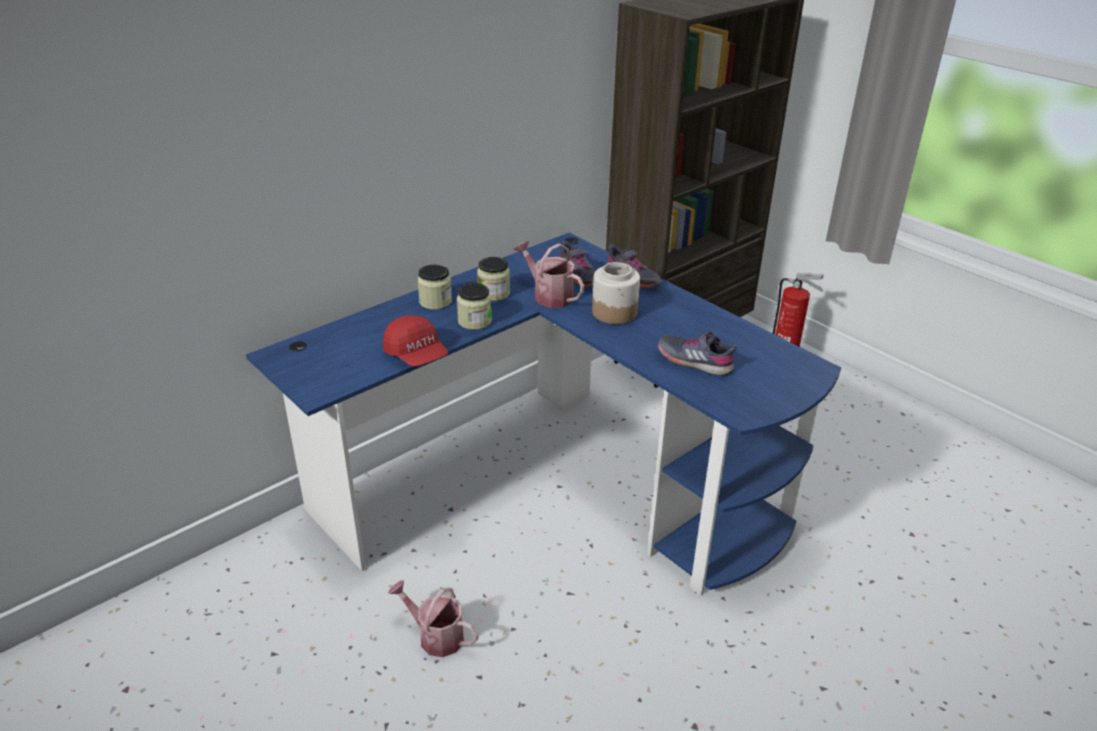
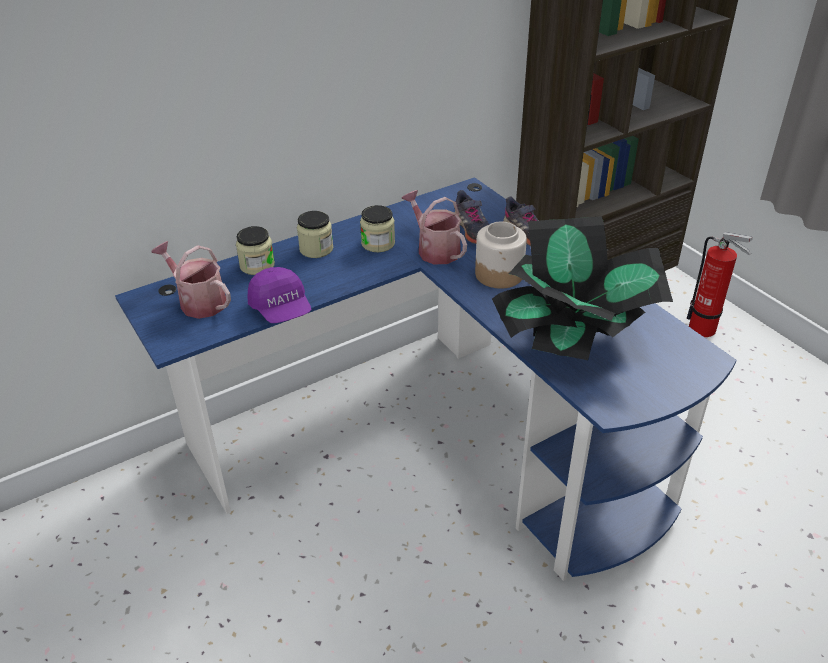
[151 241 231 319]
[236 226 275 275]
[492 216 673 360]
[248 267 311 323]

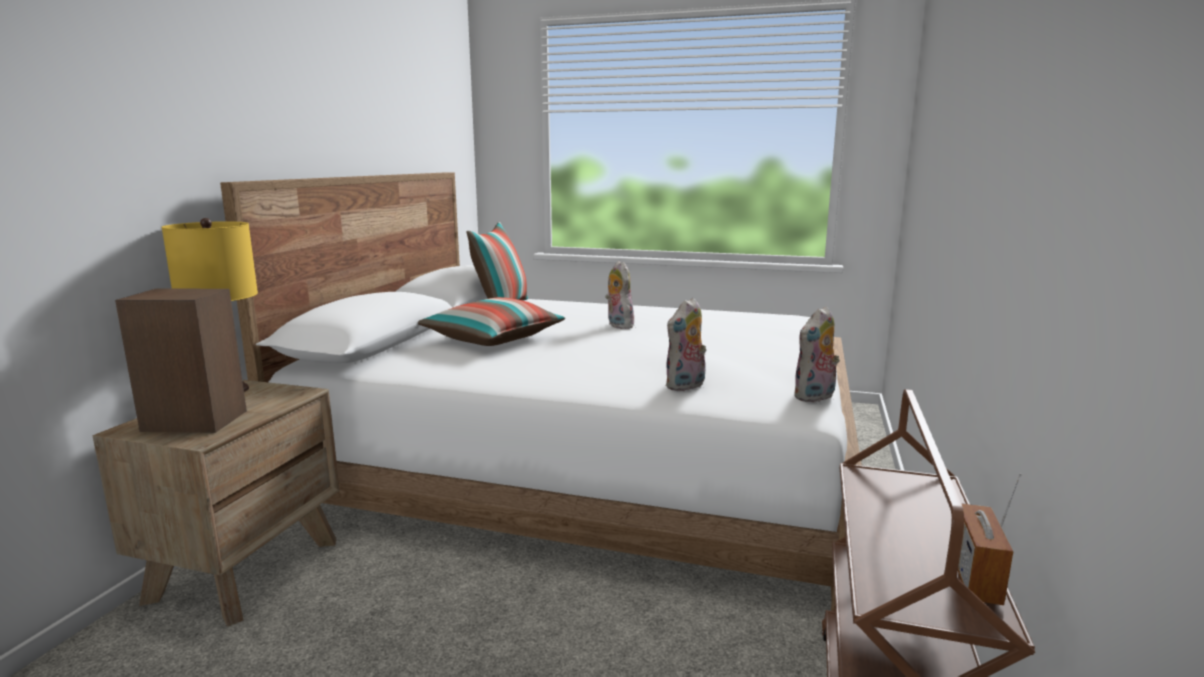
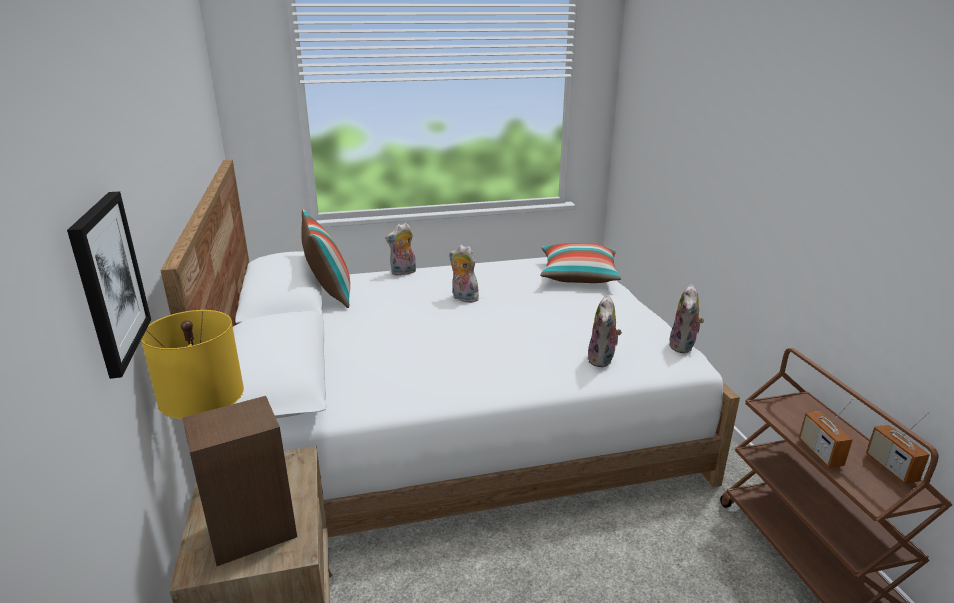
[67 191 151 379]
[385 223 416 276]
[799 398 854 468]
[540 243 621 283]

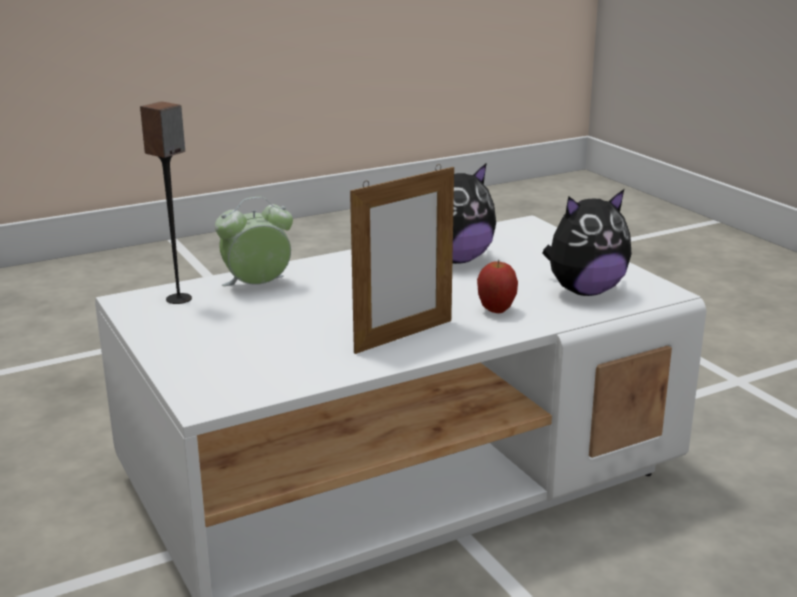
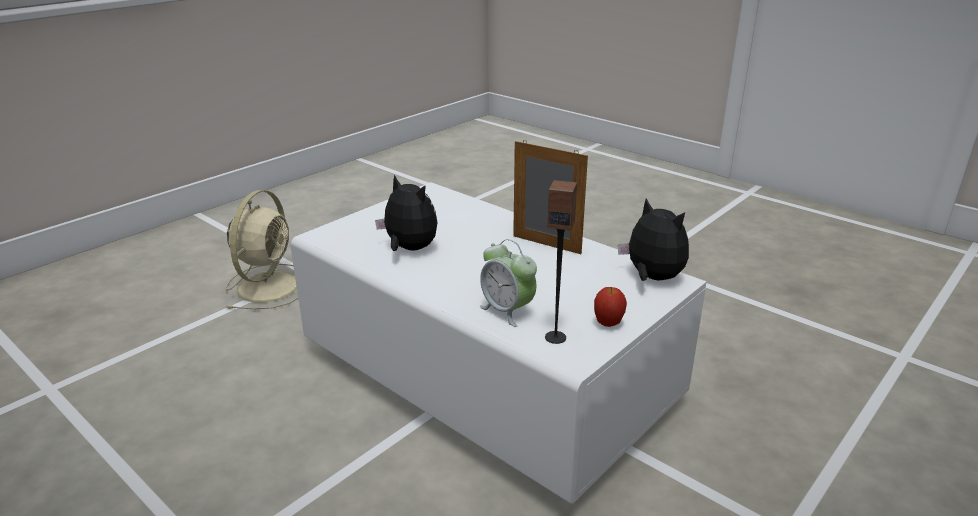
[225 190 298 309]
[594 287 627 327]
[618 198 689 281]

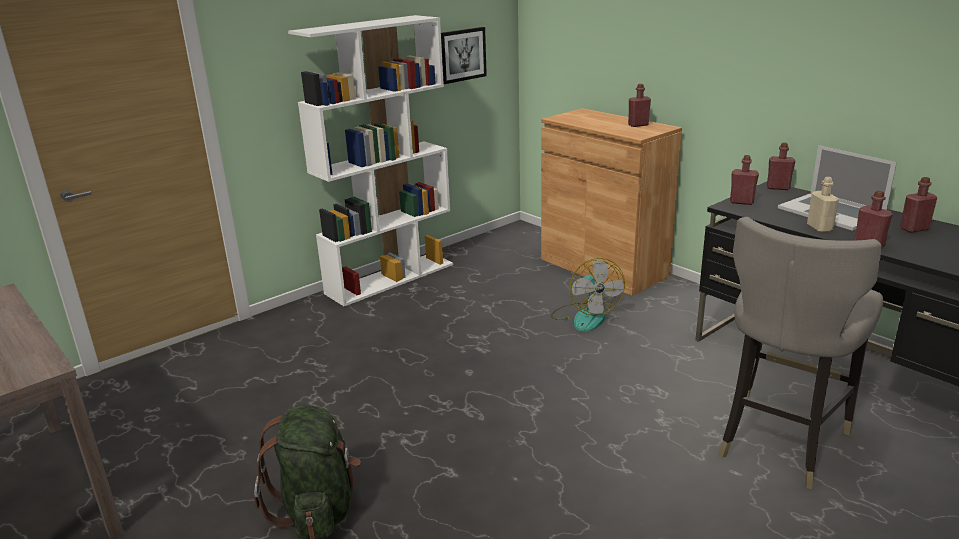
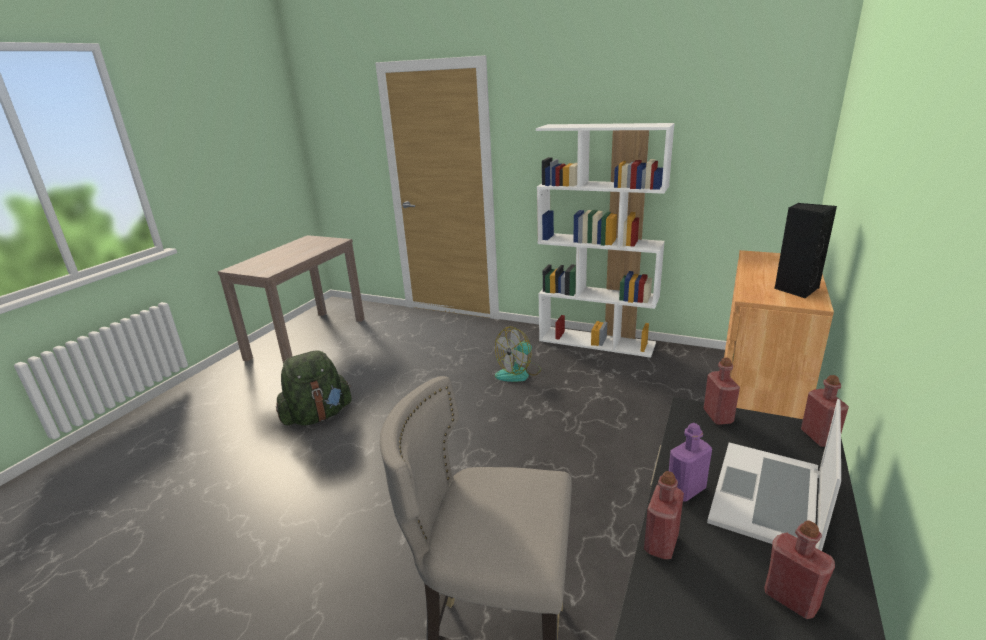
[441 27 487 84] (first image)
[495 327 541 382]
[774 203 837 299]
[669 423 712 502]

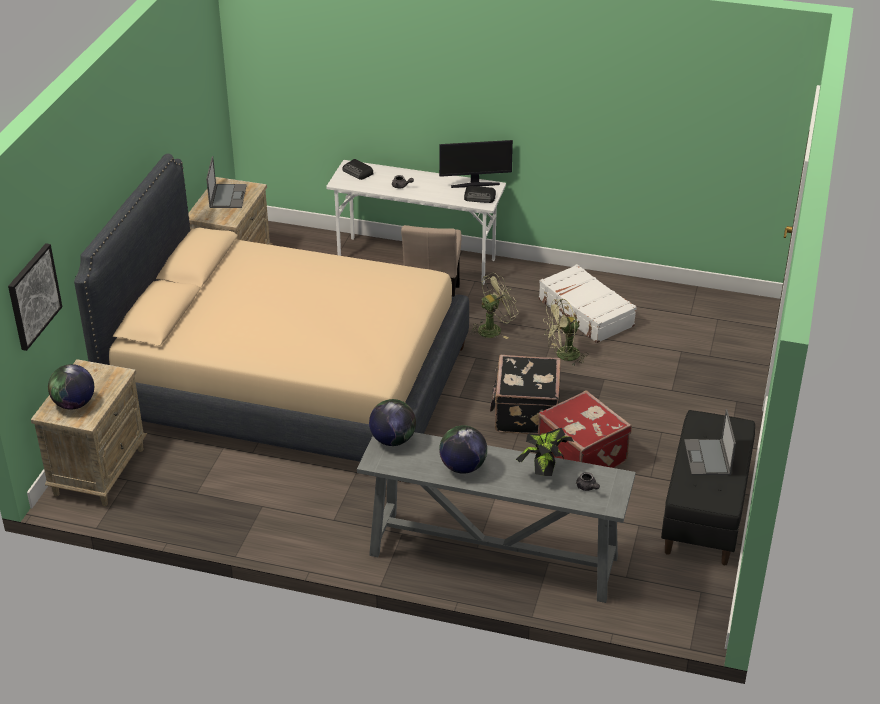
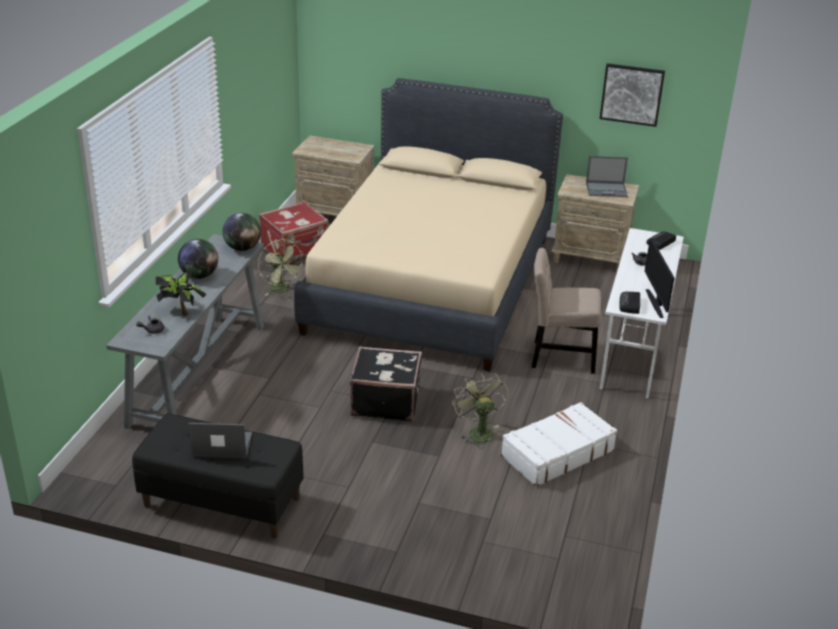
[48 364 94 410] (first image)
[599 63 665 127]
[258 240 304 296]
[259 201 329 264]

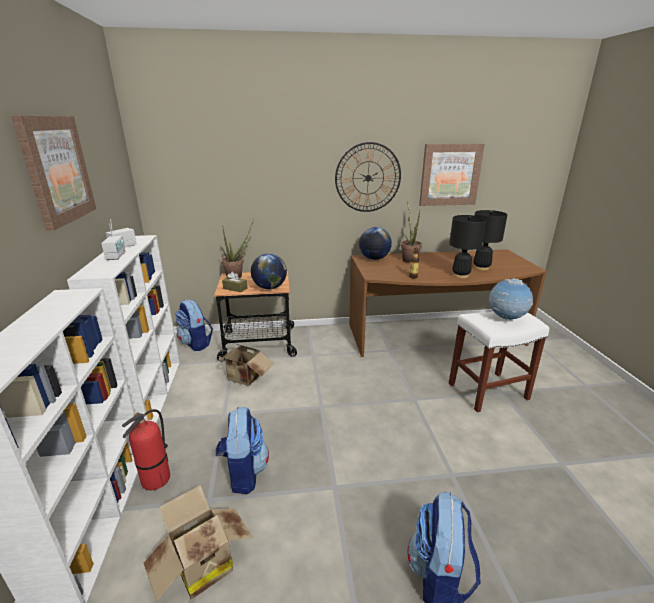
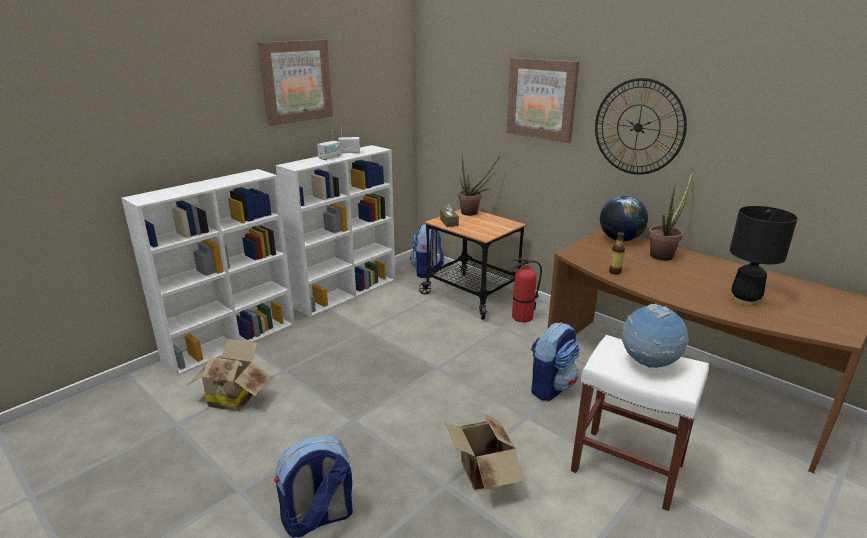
[251 253 287 289] (first image)
[449 215 486 278] (first image)
[511 258 542 322]
[531 322 580 401]
[444 413 524 490]
[506 58 579 143]

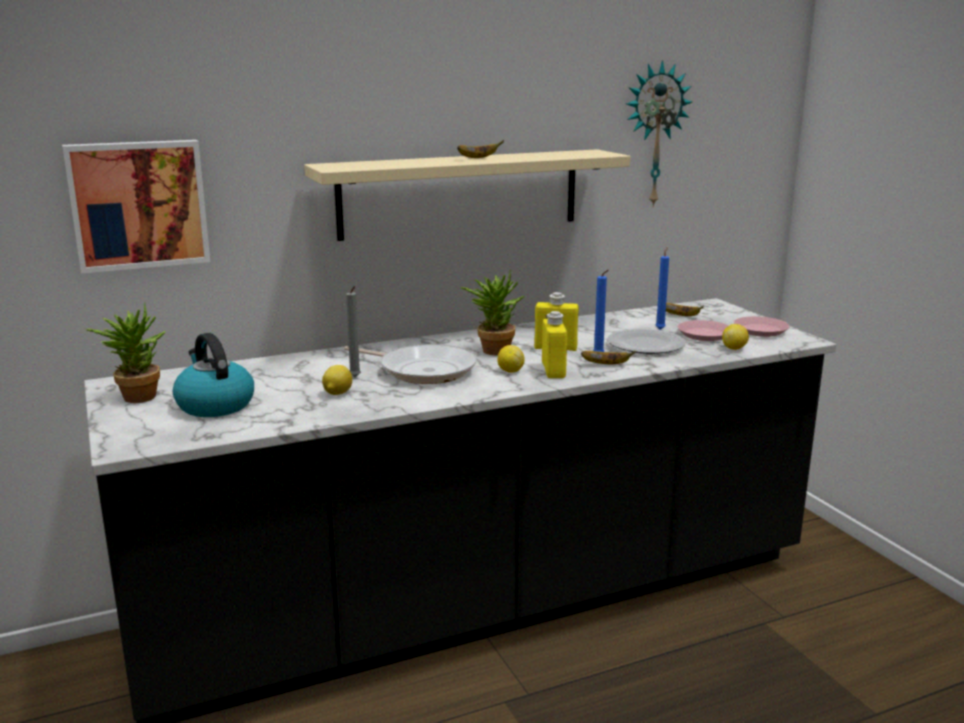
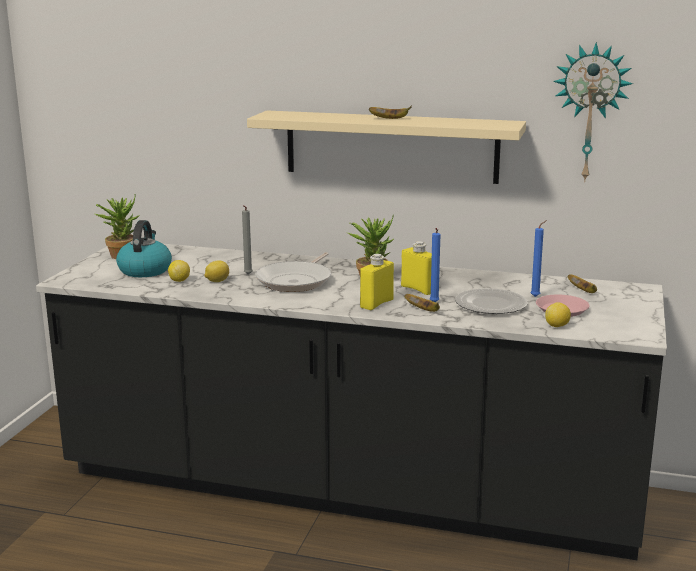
[62 140 210 274] (first image)
[734 316 789 337] (first image)
[168 260 190 282]
[255 252 331 292]

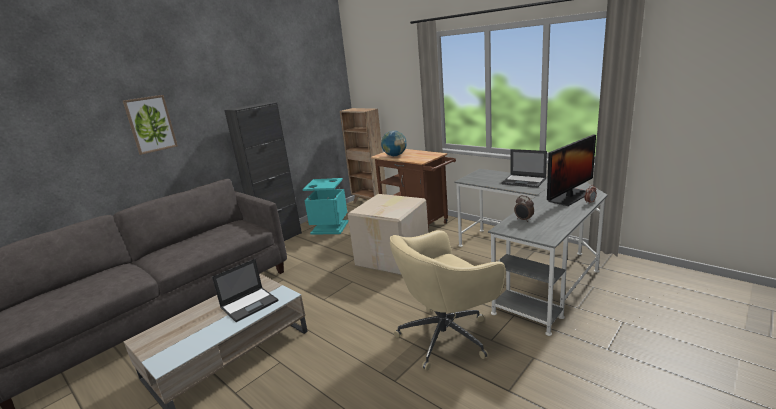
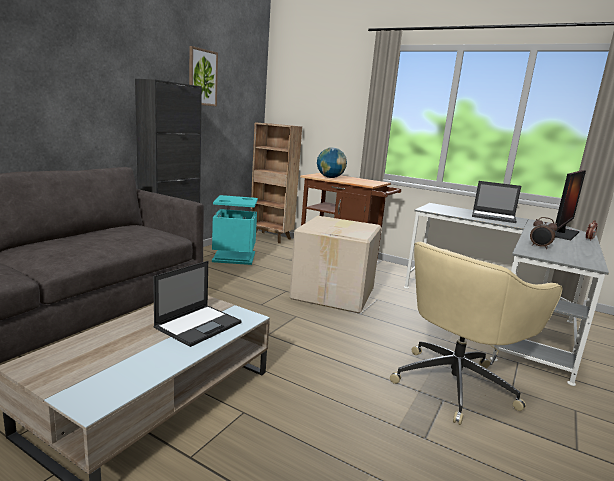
[189 46 218 106]

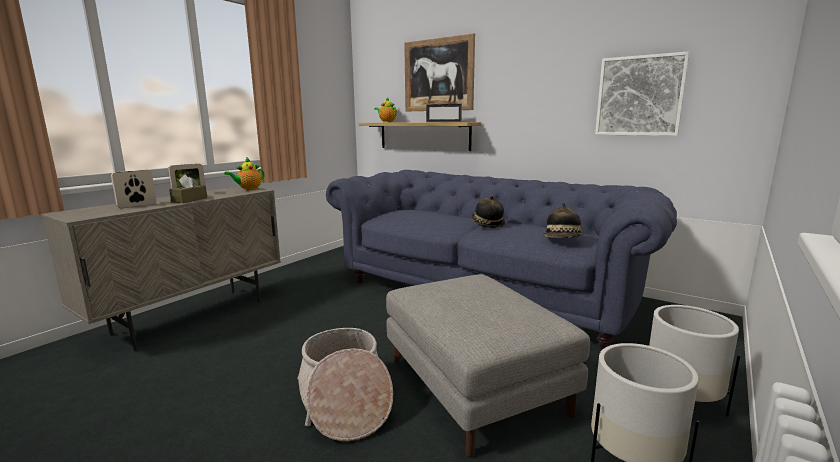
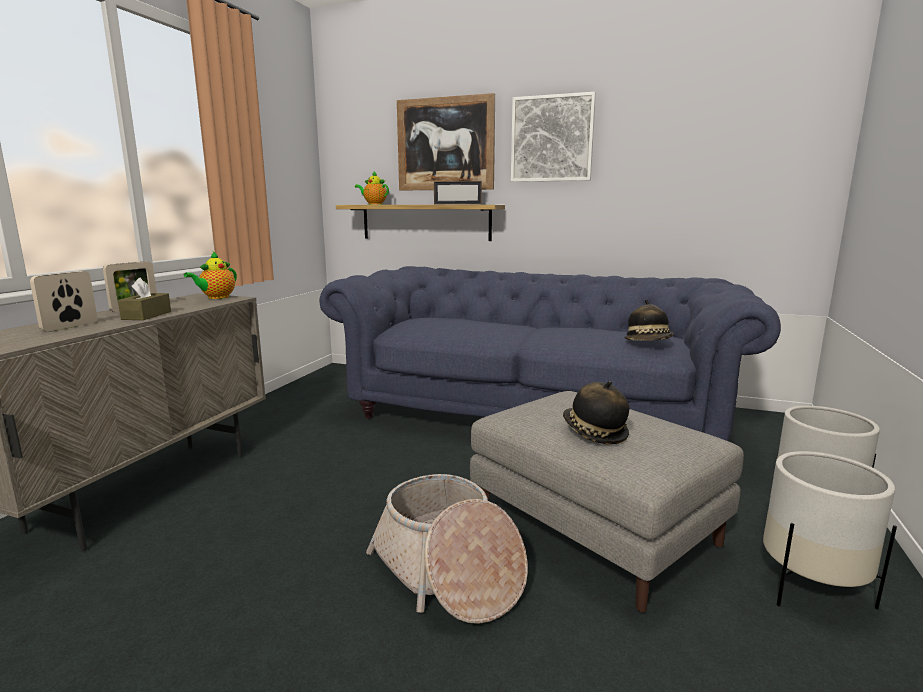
[563 381 629 444]
[511 92 596 182]

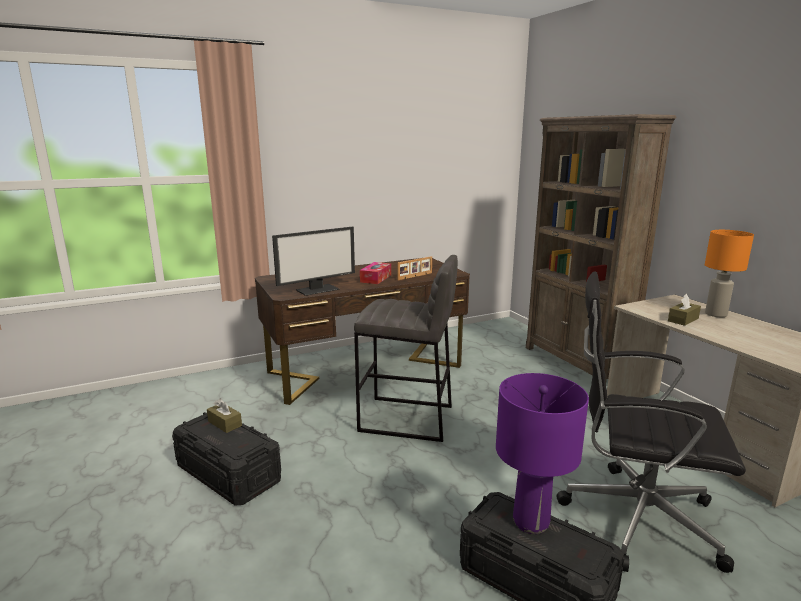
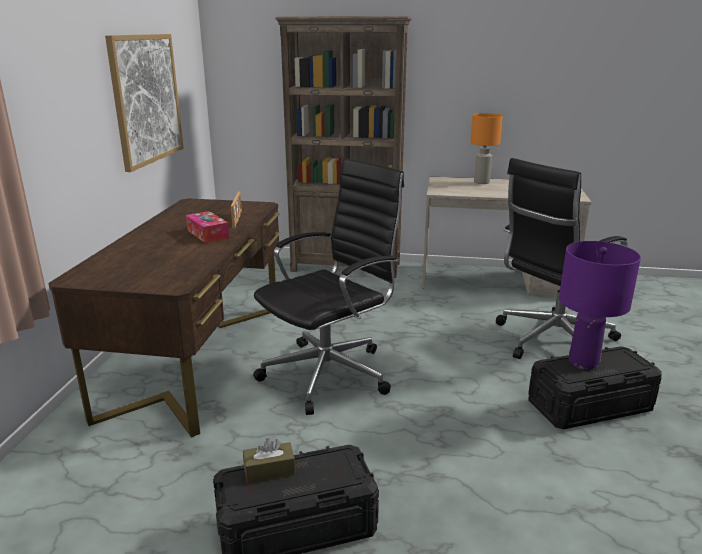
[272 227 355 296] (first image)
[668 294 701 326] (first image)
[105 34 183 172]
[253 158 404 415]

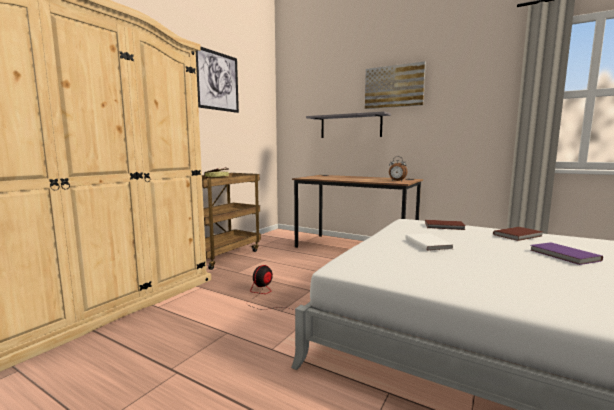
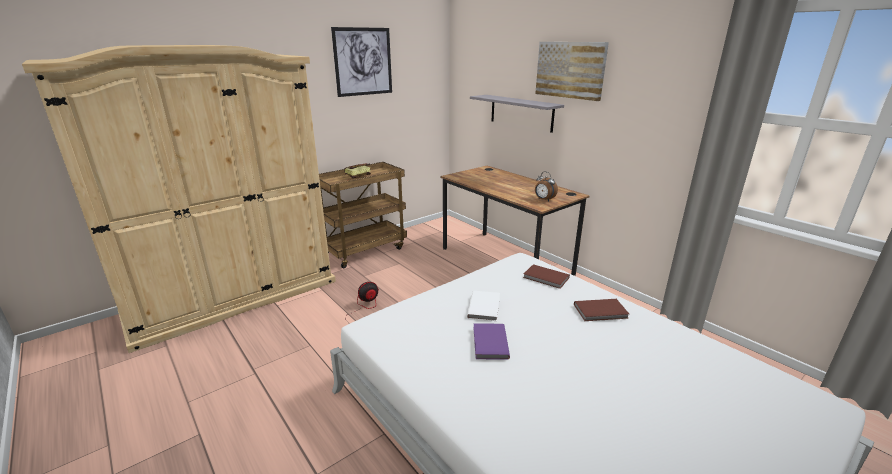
[473 323 510 360]

